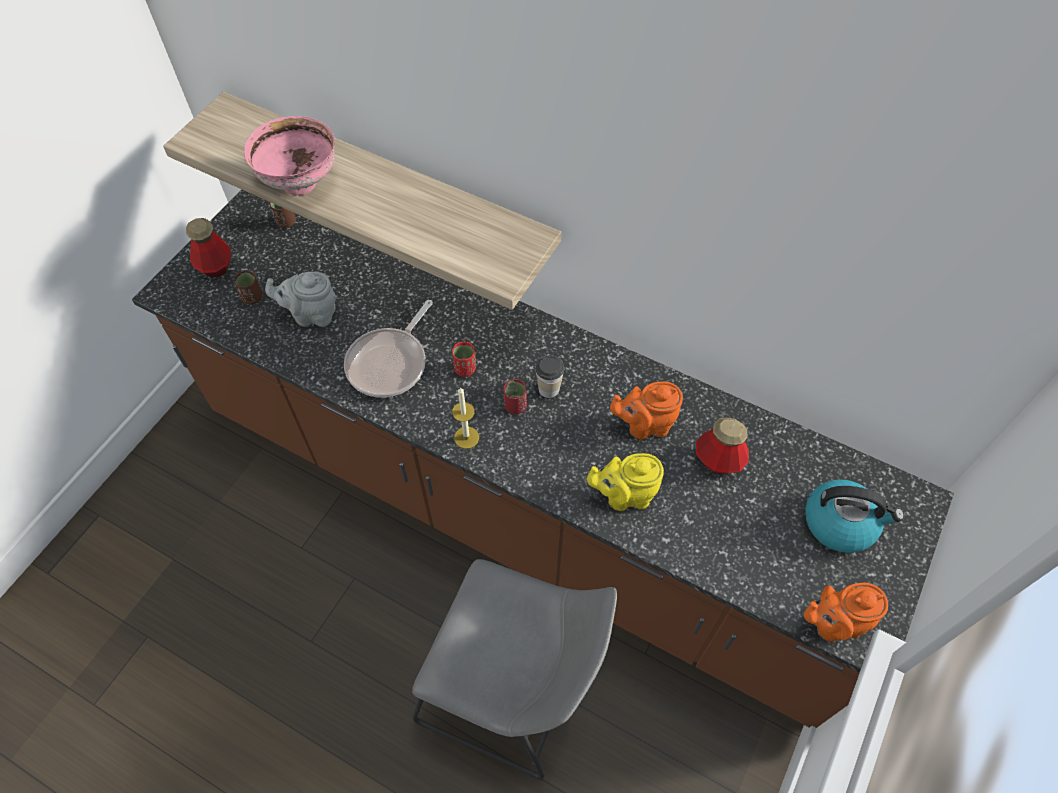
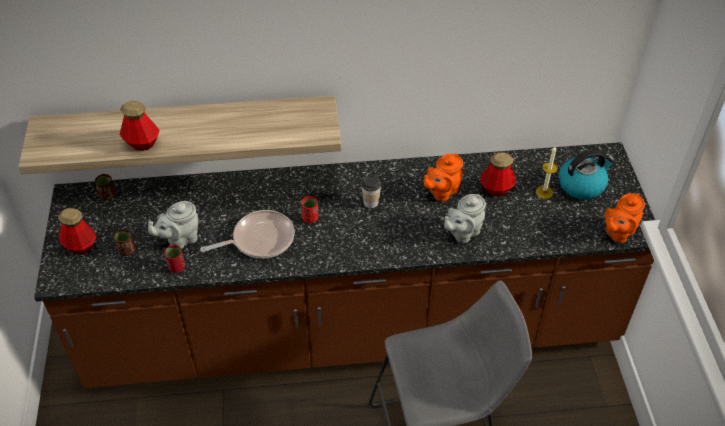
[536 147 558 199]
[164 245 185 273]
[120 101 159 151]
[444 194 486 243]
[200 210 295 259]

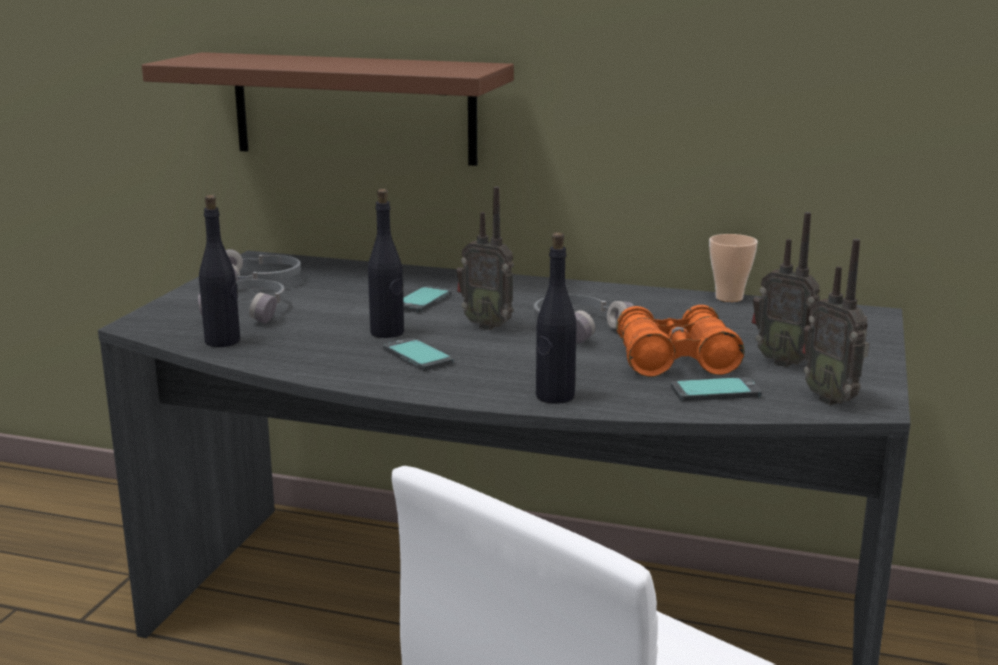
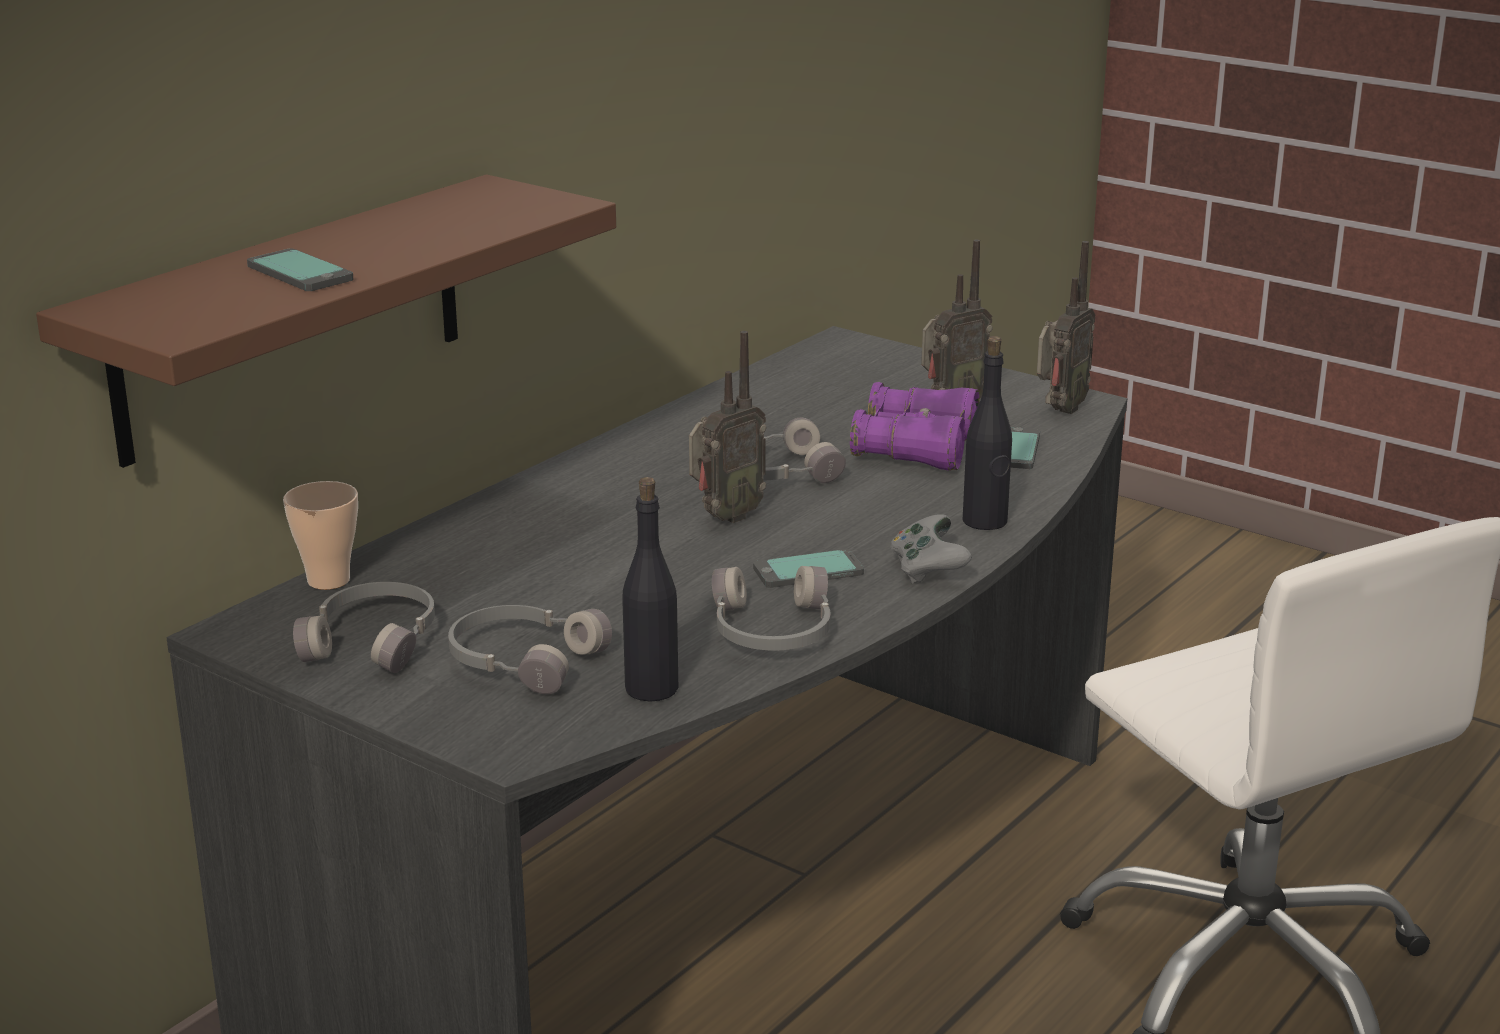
[368 189 404 338] (first image)
[712 566 830 651]
[890 514 972 584]
[247 248 354 291]
[283 481 358 590]
[850 382 979 471]
[1037 241 1095 414]

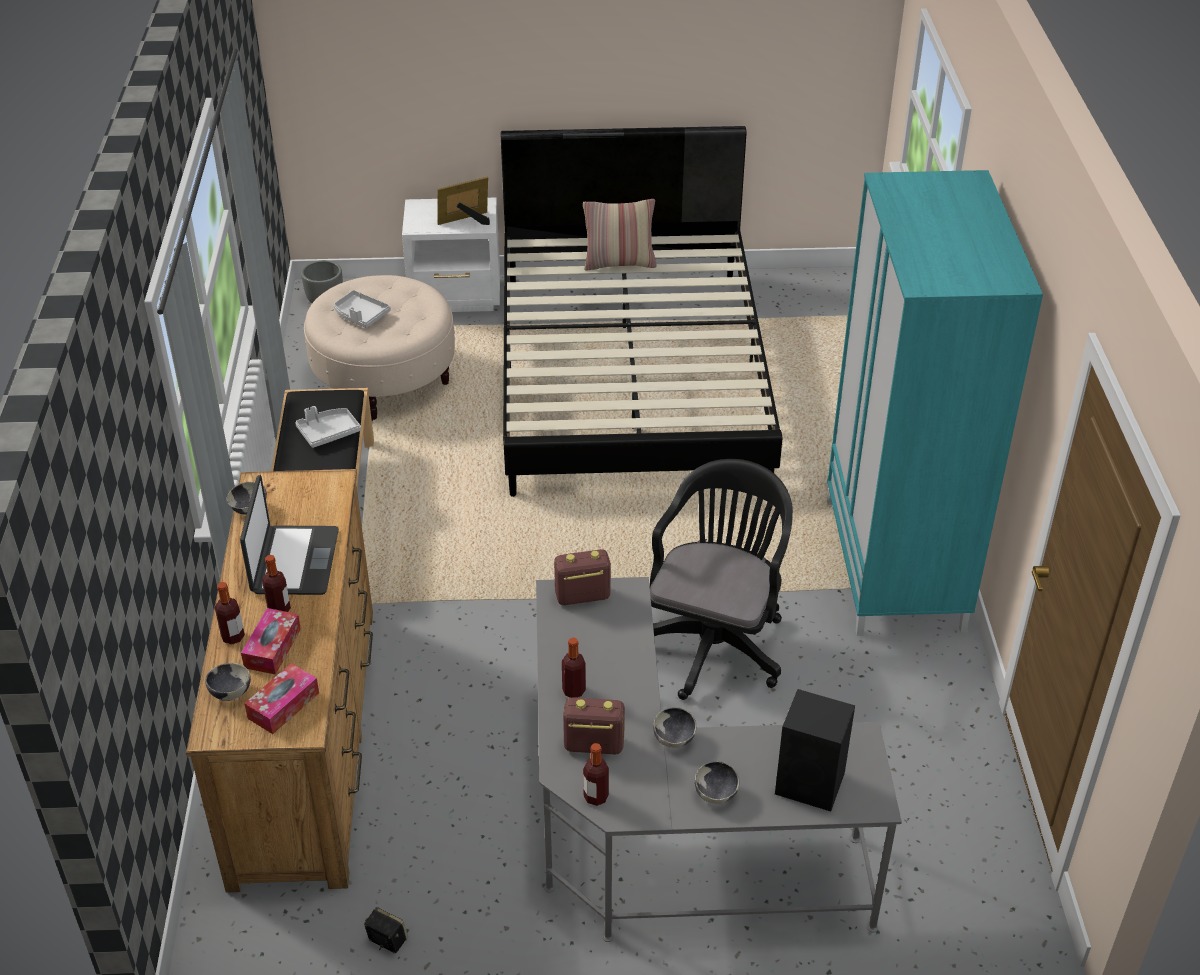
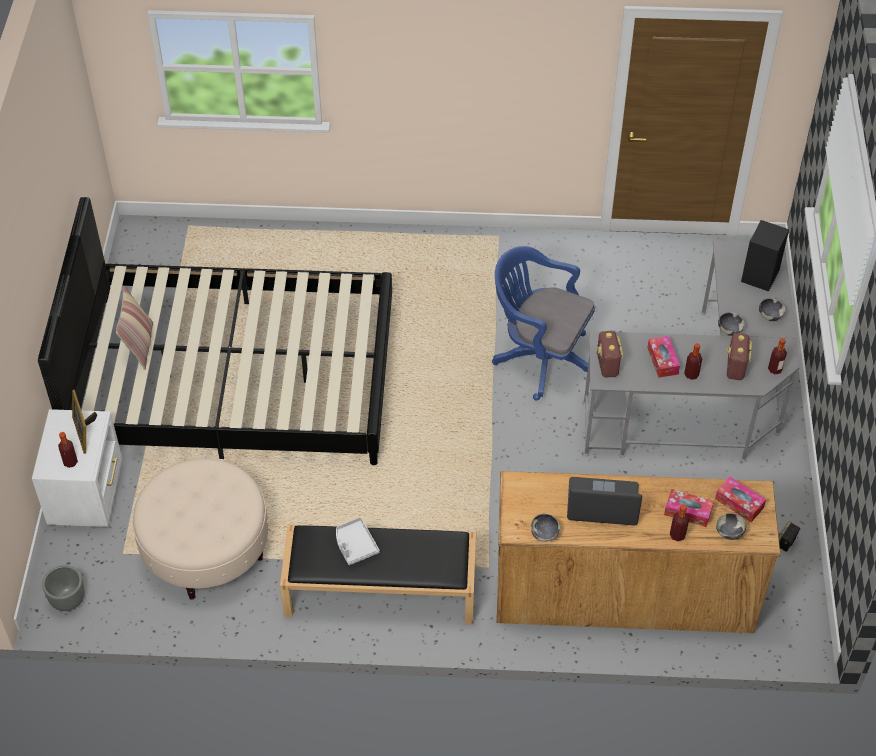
[334 290 391 328] (first image)
[827 170 1043 636] (first image)
[647 336 680 378]
[58 432 78 468]
[492 246 595 401]

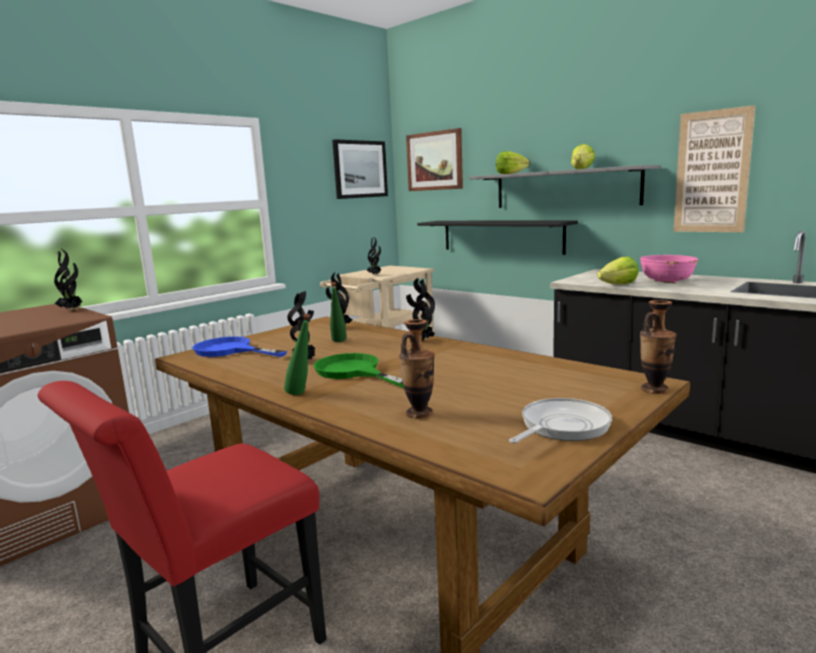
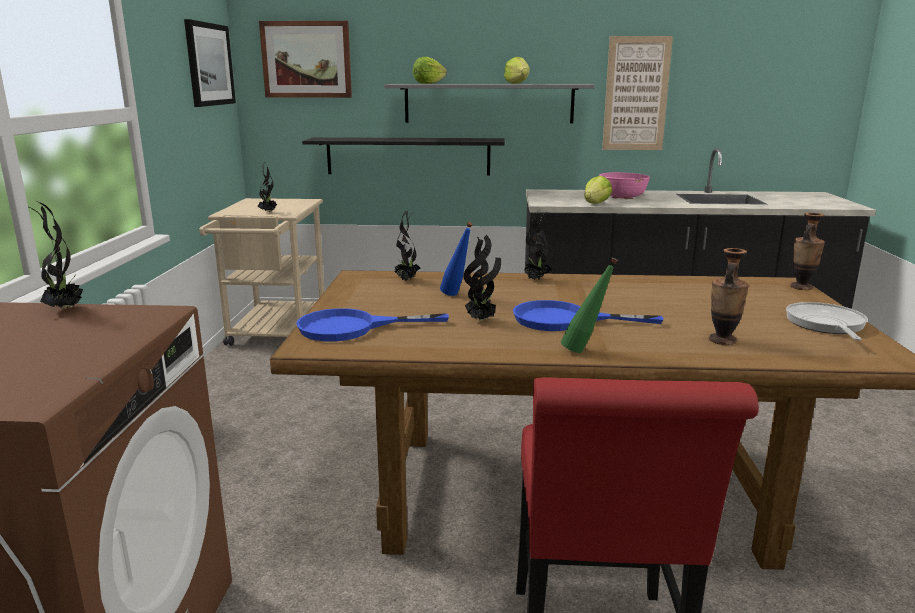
[513 300 663 331]
[440 222 473 296]

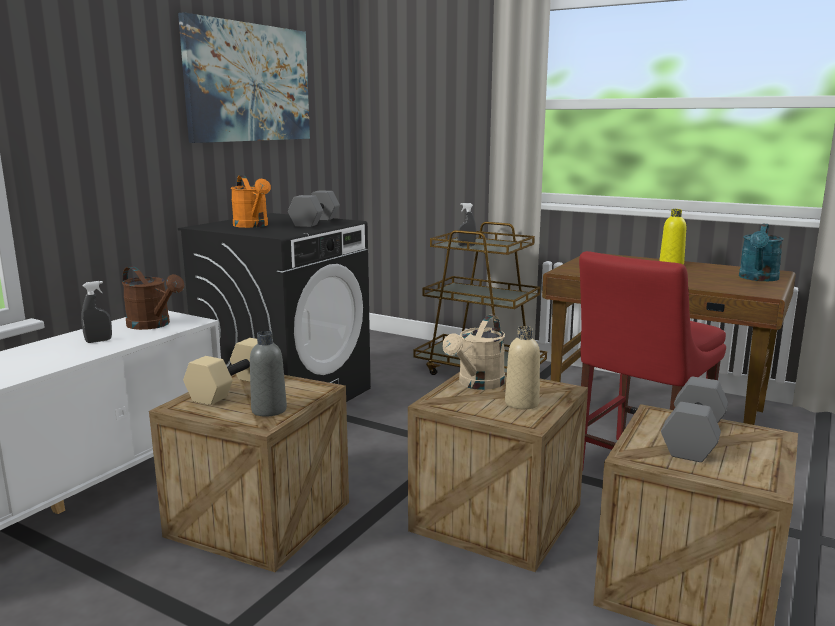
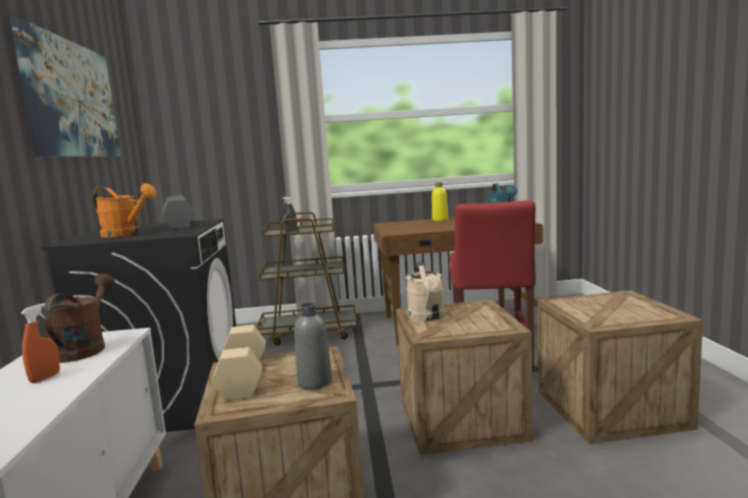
[505 326 540 409] (first image)
[661 376 728 462] (first image)
[21 303 60 383]
[43 274 115 363]

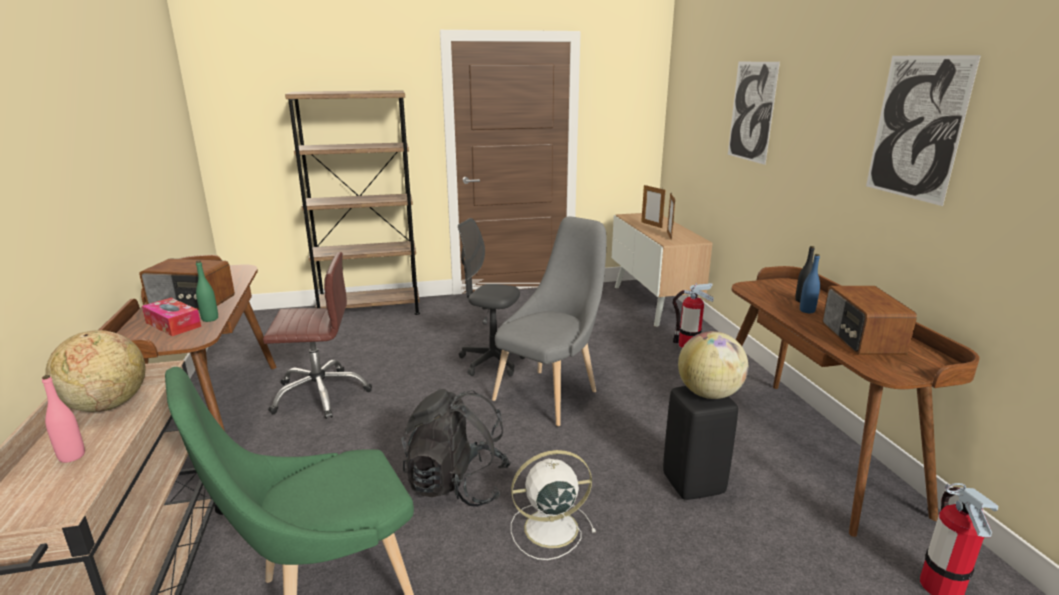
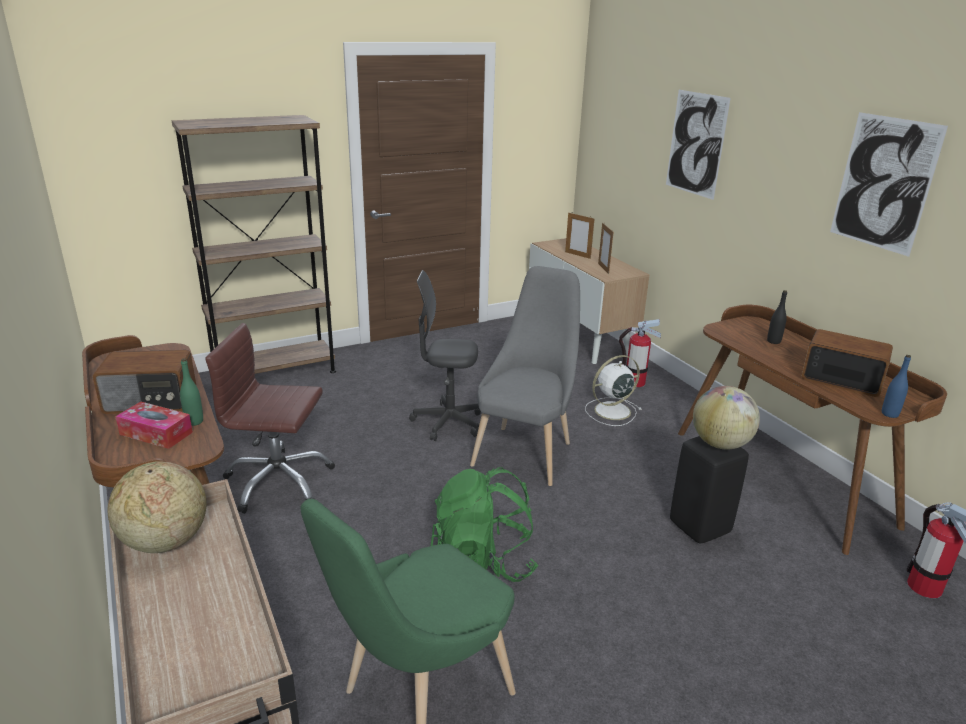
[42 375 85 463] (first image)
[585 355 642 426]
[882 355 911 418]
[431 467 538 582]
[205 323 335 514]
[802 329 893 397]

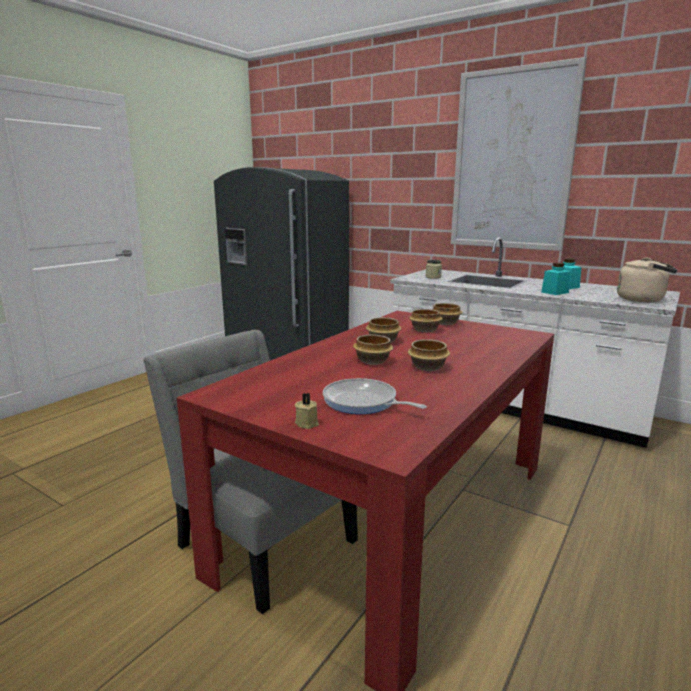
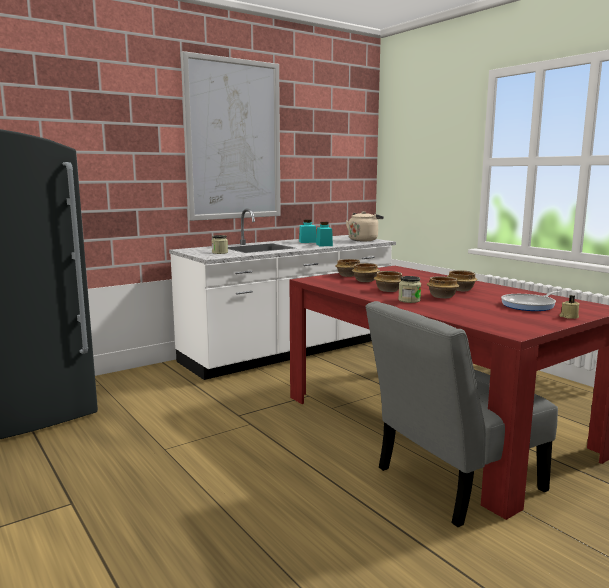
[398 276 421 303]

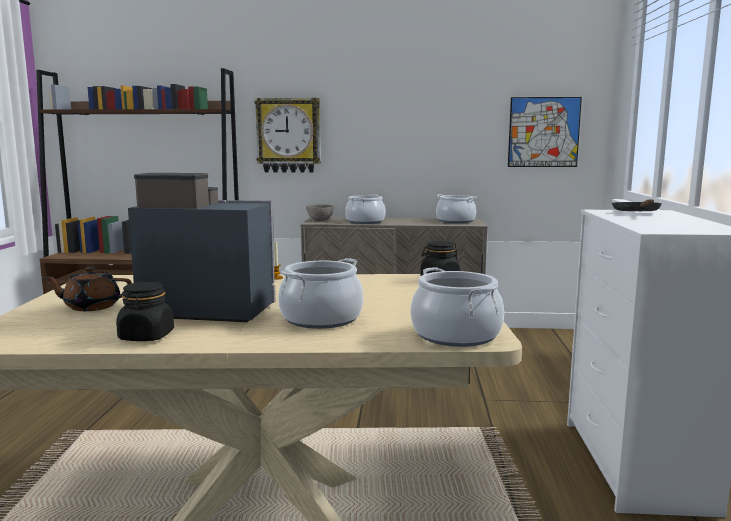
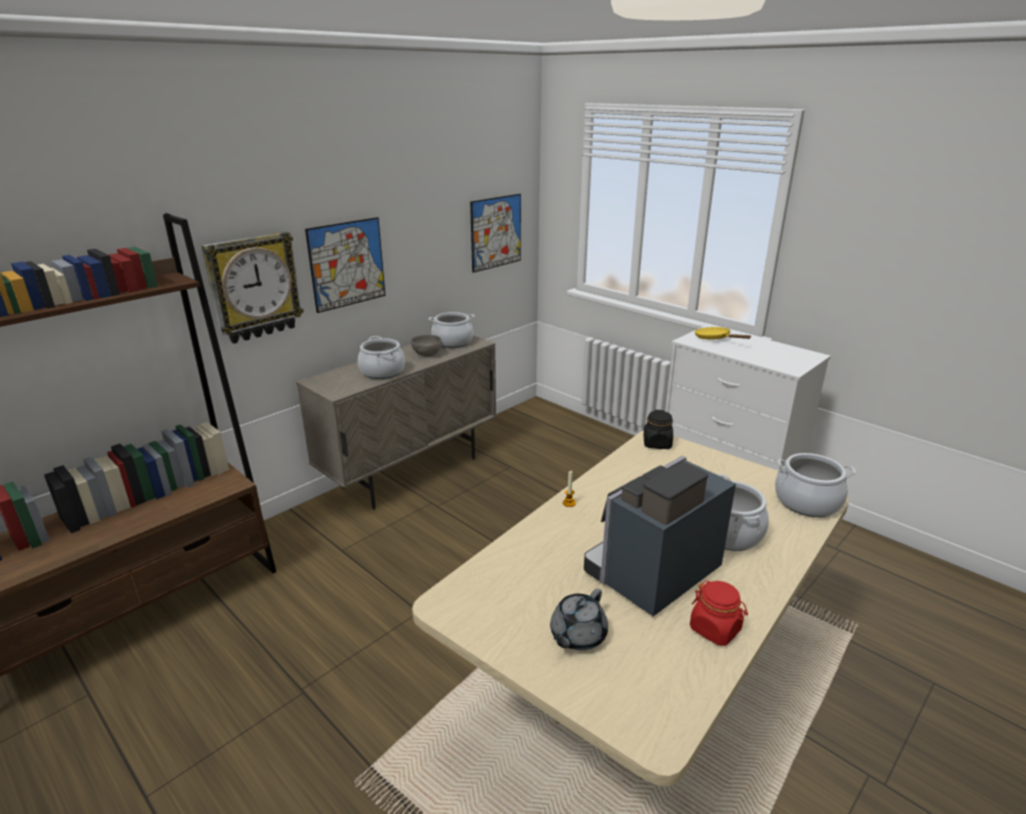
[305 217 386 313]
[411 334 442 357]
[550 588 608 650]
[690 580 748 646]
[695 327 751 340]

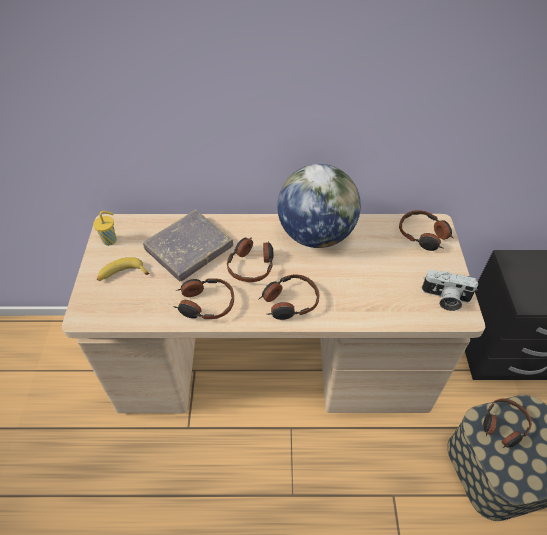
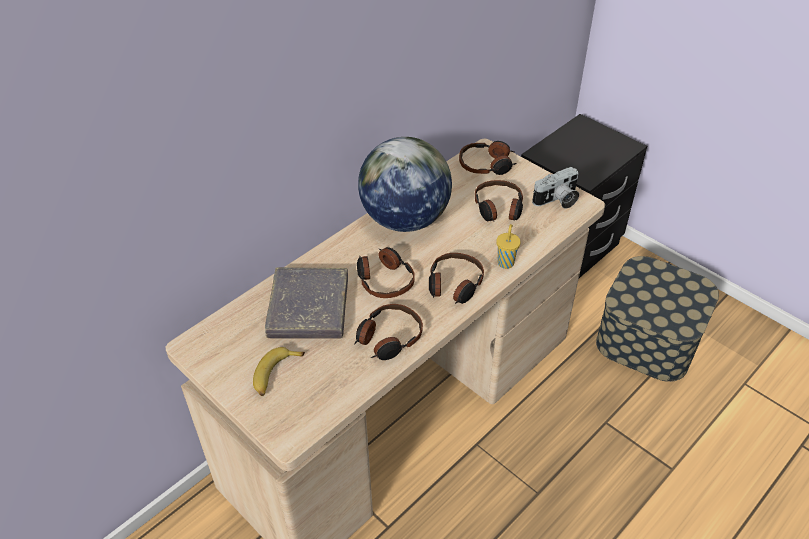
[496 224 521 269]
[475 180 523 221]

